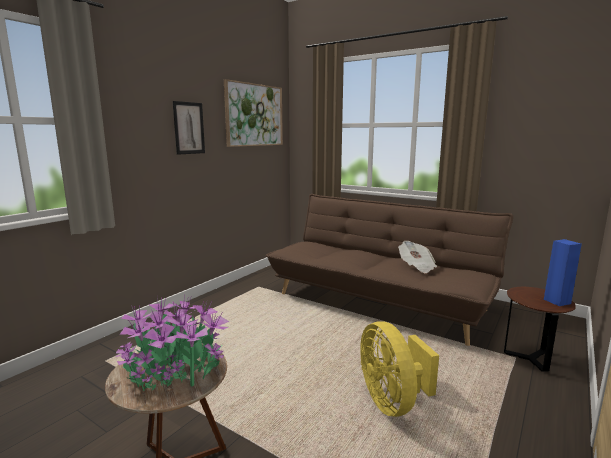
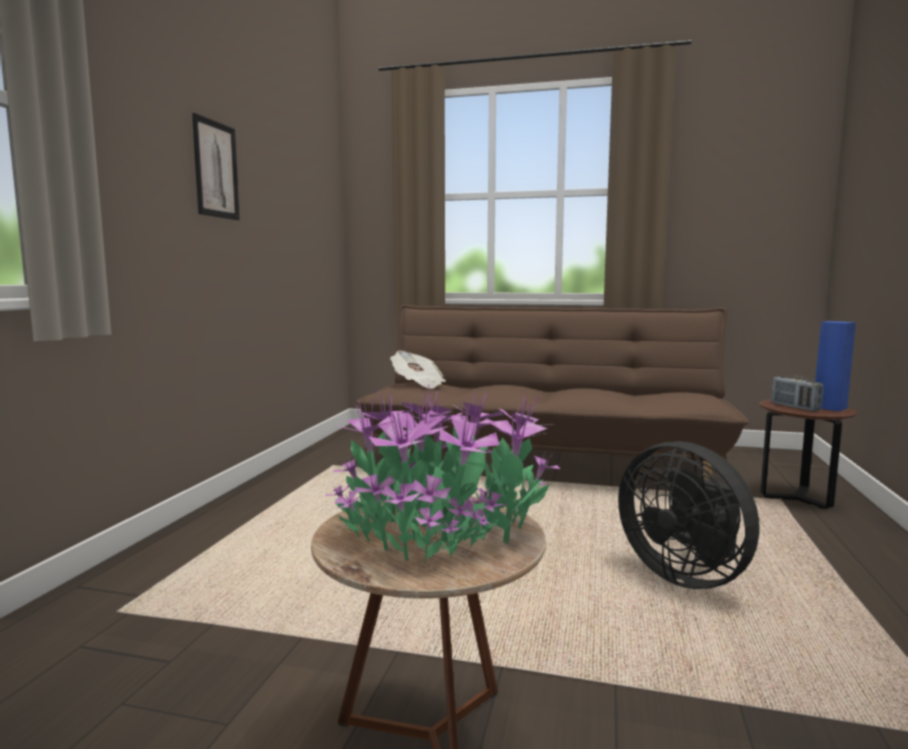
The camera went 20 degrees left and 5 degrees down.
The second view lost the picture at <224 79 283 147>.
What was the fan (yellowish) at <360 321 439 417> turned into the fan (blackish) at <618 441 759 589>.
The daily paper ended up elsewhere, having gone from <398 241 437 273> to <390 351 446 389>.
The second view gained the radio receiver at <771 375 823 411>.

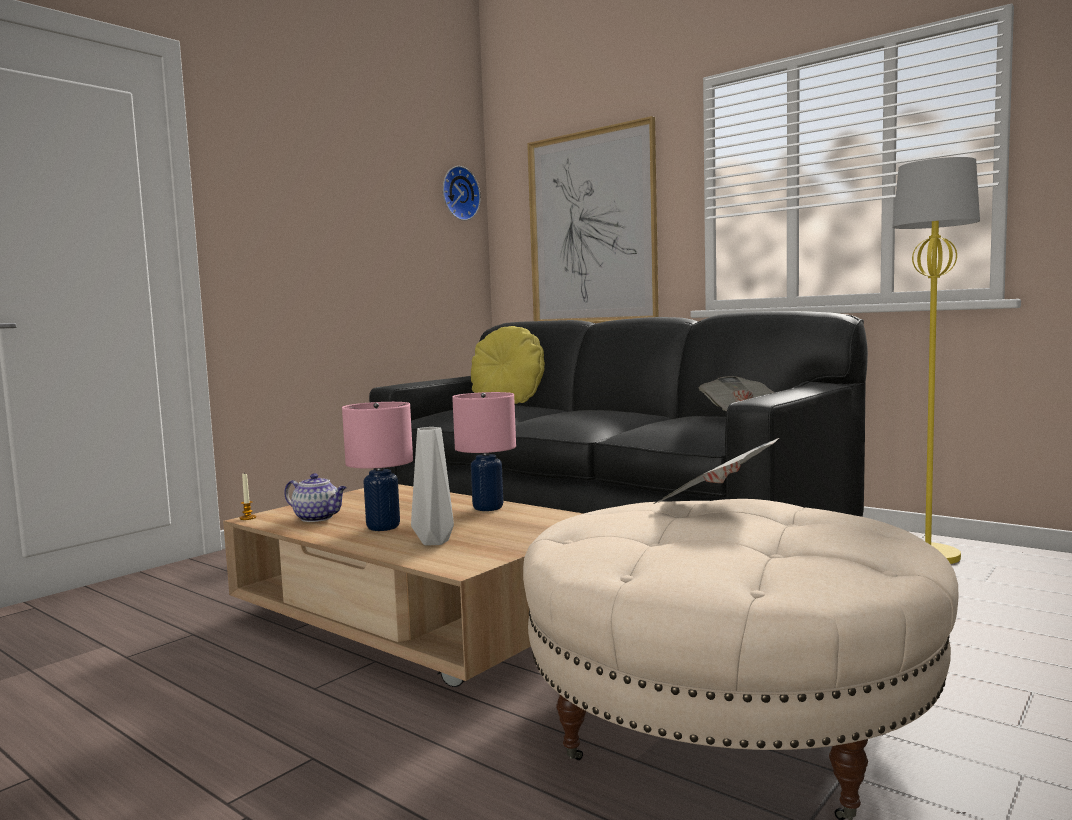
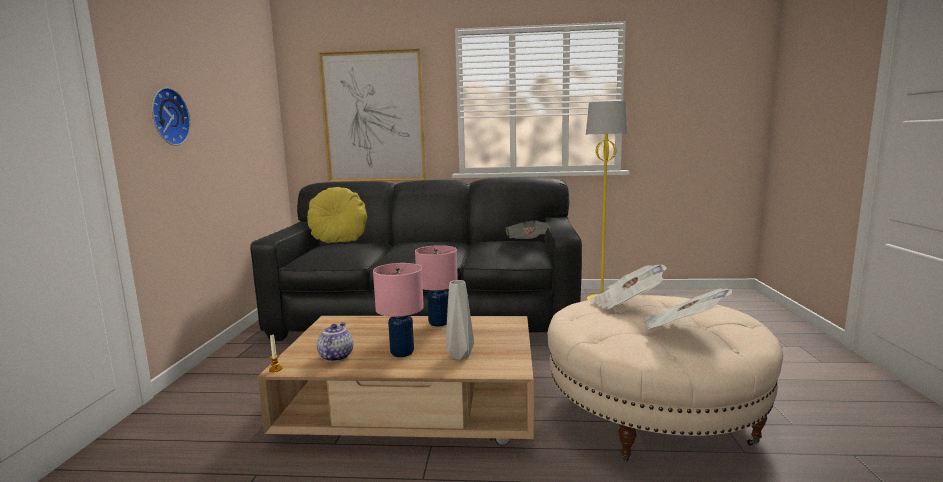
The camera went 35 degrees left and 5 degrees up.
The tea pot at <284 473 347 522> ended up facing another way, 75 degrees counterclockwise from before.
The wall clock ended up elsewhere, having gone from <443 166 481 221> to <152 87 191 146>.
The second view gained the daily paper at <644 288 732 330>.

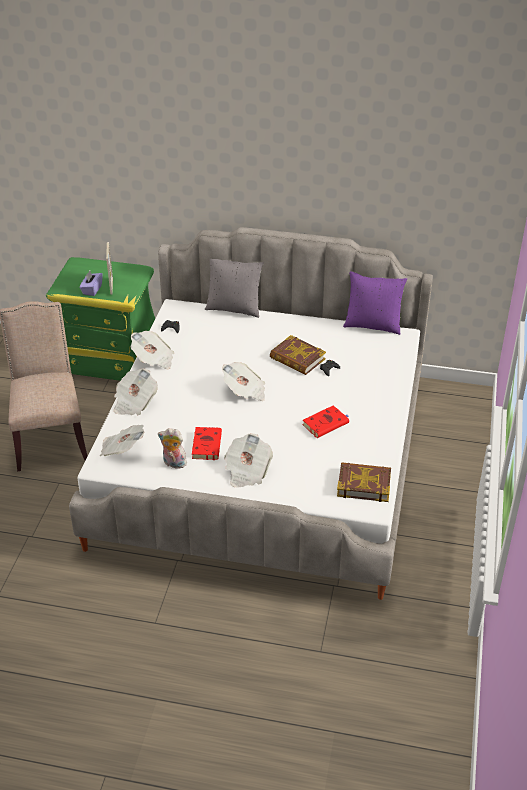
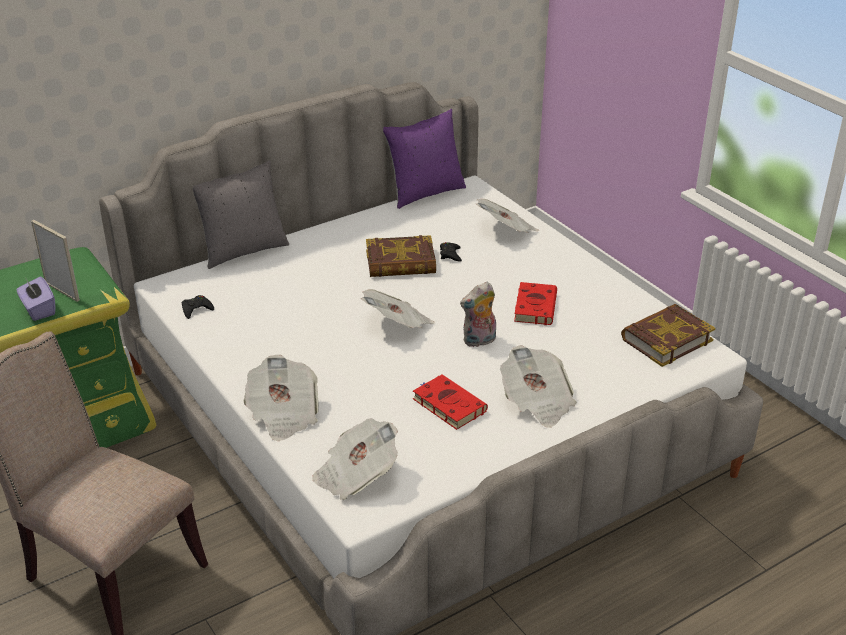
The camera went 45 degrees left and 5 degrees down.
The daily paper ended up elsewhere, having gone from <130 331 174 369> to <476 199 539 233>.
The cuddly toy ended up elsewhere, having gone from <158 428 187 469> to <460 282 496 347>.

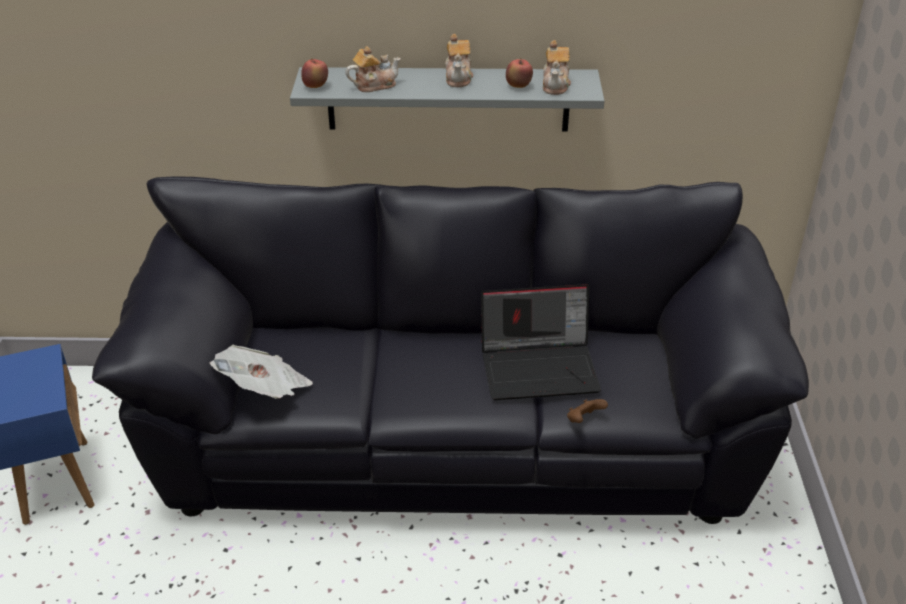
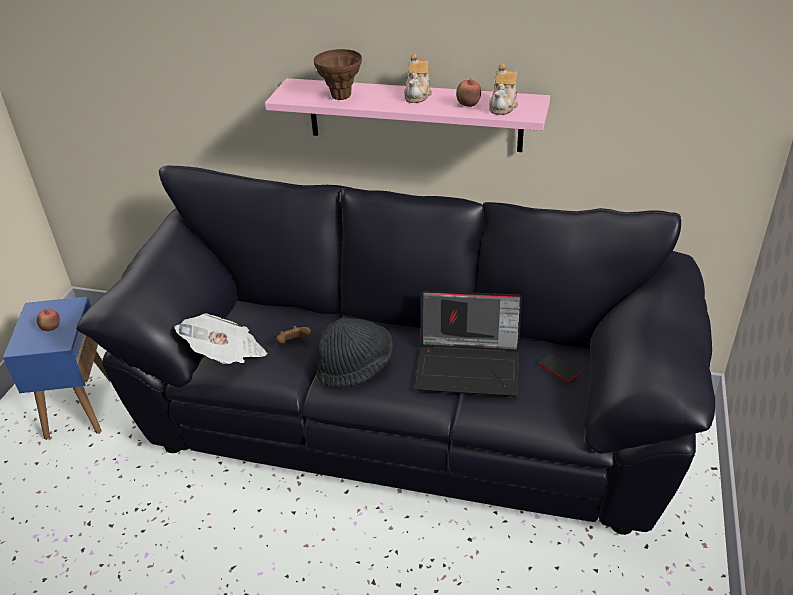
The camera went 15 degrees right and 0 degrees up.
What was the wall shelf (grey) at <290 67 605 132> turned into the wall shelf (pinkish) at <265 78 550 152>.
The whole apple ended up elsewhere, having gone from <301 58 328 88> to <37 309 60 331>.
Where the tea pot stood at <345 46 401 92>, the flower vase (brown) came to stand at <314 49 362 100>.
The game controller (brown) ended up elsewhere, having gone from <567 399 608 423> to <276 326 311 344>.
The second view gained the hat (blackish) at <317 318 393 388>.
The second view gained the telephone at <539 354 580 383>.

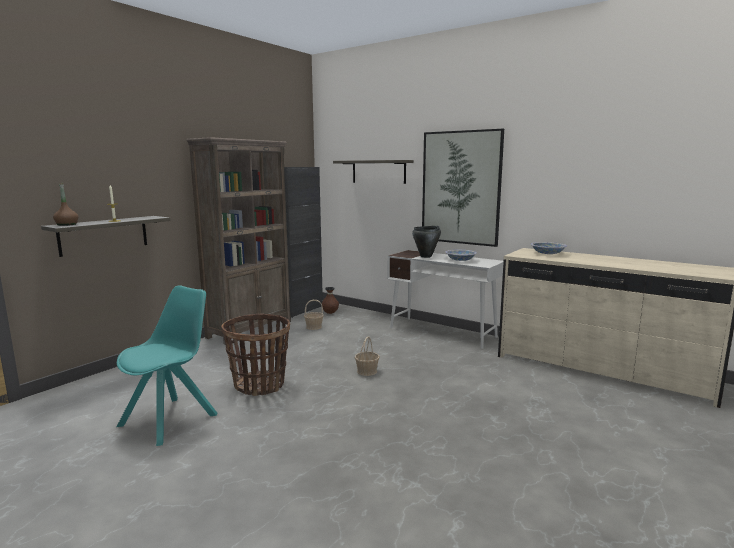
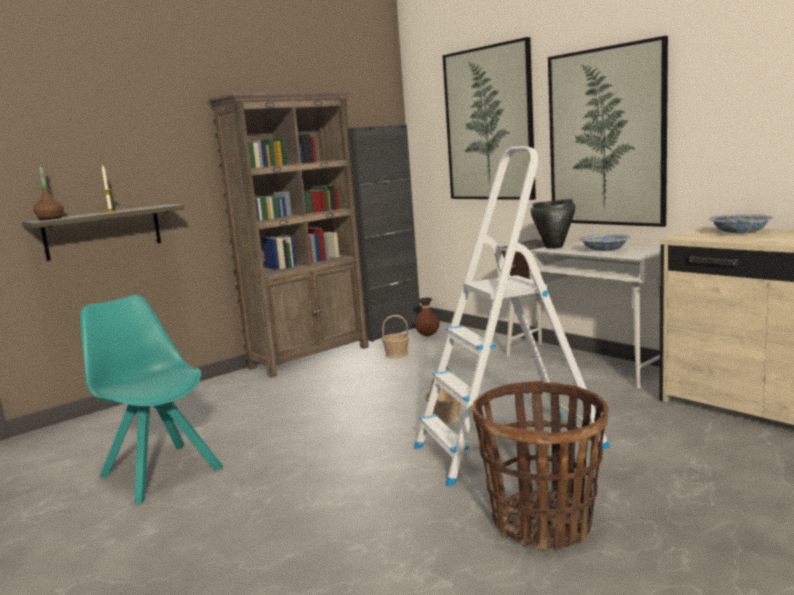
The camera went 15 degrees right and 0 degrees up.
The plain chair (blue-green) at <117 285 217 446> ended up facing another way, 90 degrees counterclockwise from before.
The basket ended up elsewhere, having gone from <221 313 290 396> to <472 381 608 550>.
Where the wall shelf hung at <333 160 414 184>, the picture came to hang at <443 37 536 200>.
The second view gained the stepladder (white) at <414 146 610 486>.

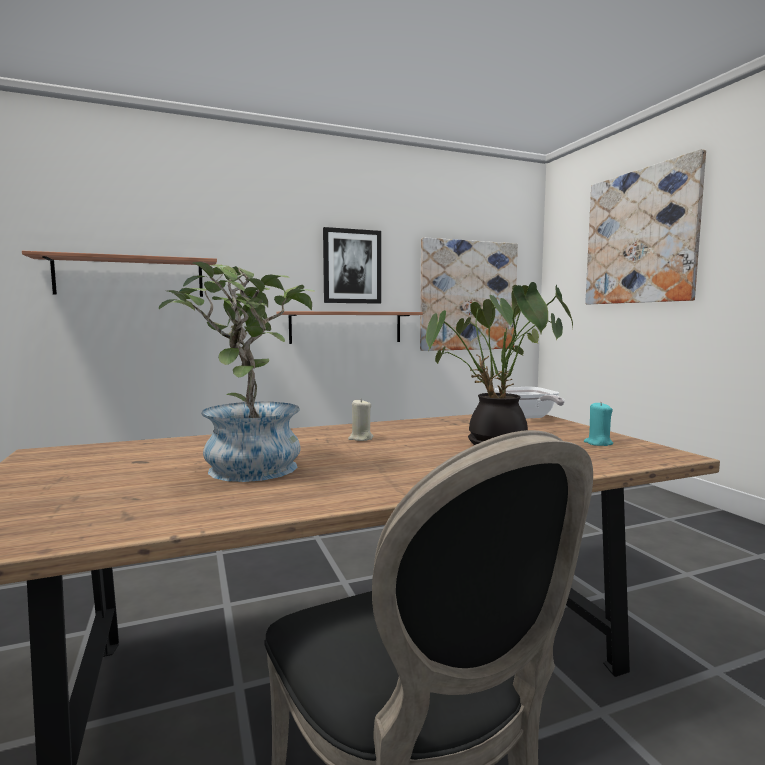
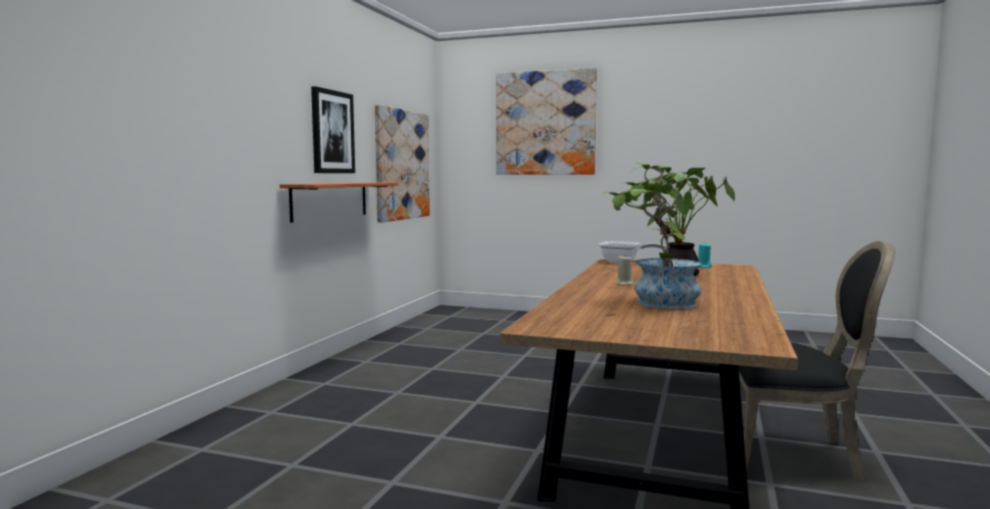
The camera went 50 degrees left and 0 degrees up.
The second view lost the wall shelf at <22 251 217 297>.

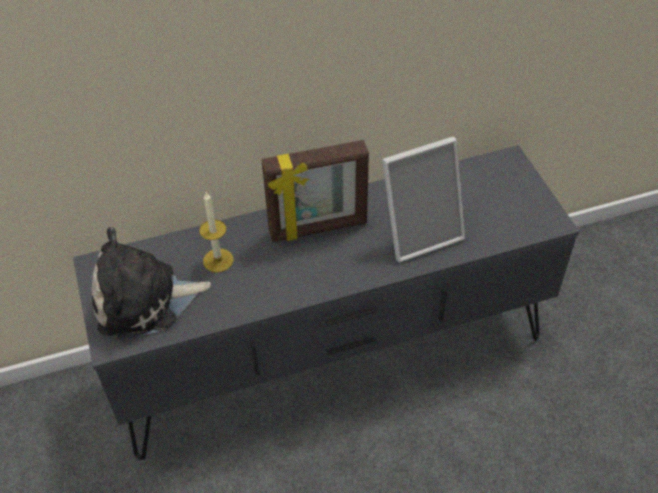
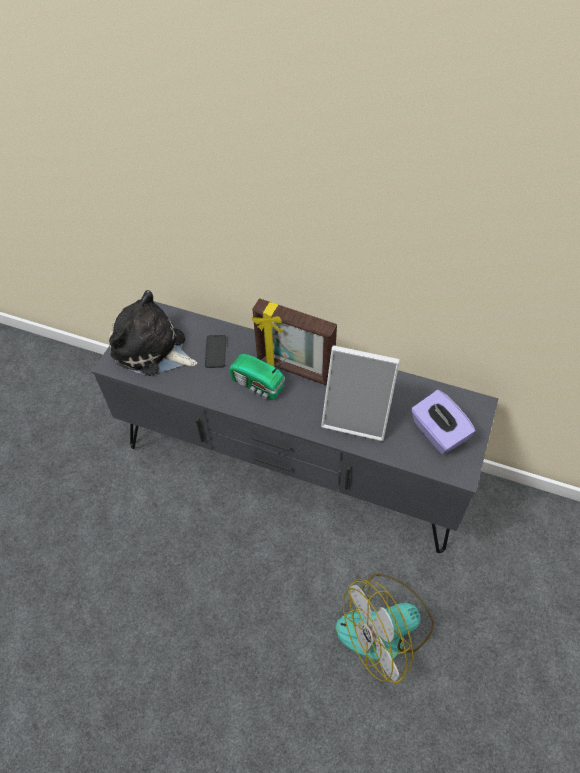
The camera went 40 degrees right and 5 degrees up.
Where the wax light stood at <199 192 233 272>, the telephone came to stand at <205 335 226 368>.
The second view gained the radio receiver at <229 354 287 400>.
The second view gained the fan at <336 573 434 683>.
The second view gained the box of tissues (purple-coloured) at <411 390 476 455>.

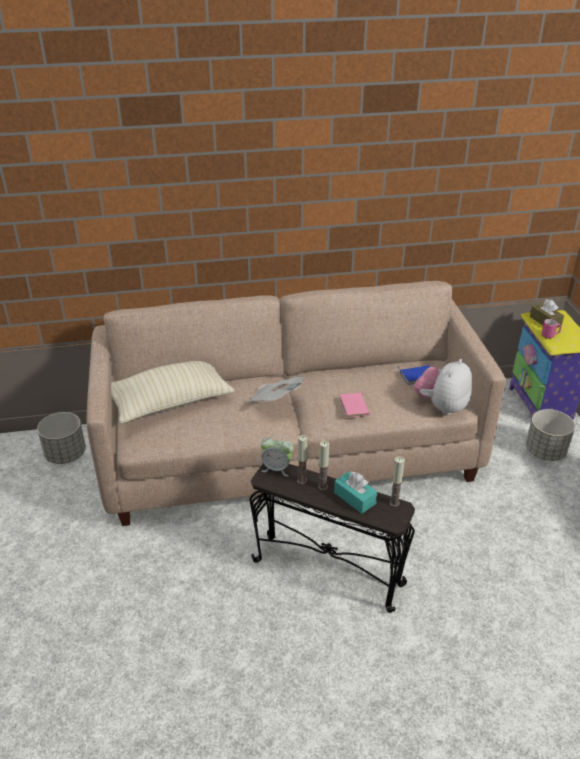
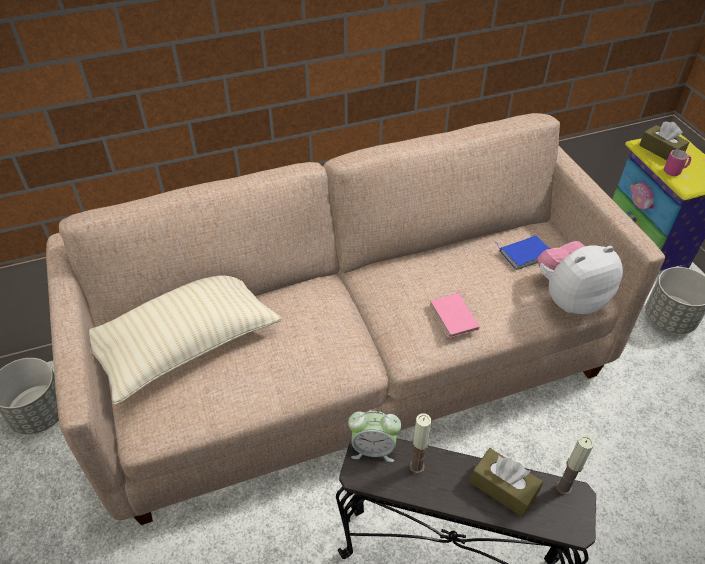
The camera went 10 degrees left and 10 degrees up.
The second view lost the daily paper at <248 376 305 402>.
The second view lost the wax light at <318 441 329 490>.
What was the box of tissues (blue-green) at <334 471 377 514> turned into the box of tissues (brown) at <470 448 543 517>.
The cuddly toy at <414 359 472 415> ended up facing another way, 45 degrees clockwise from before.

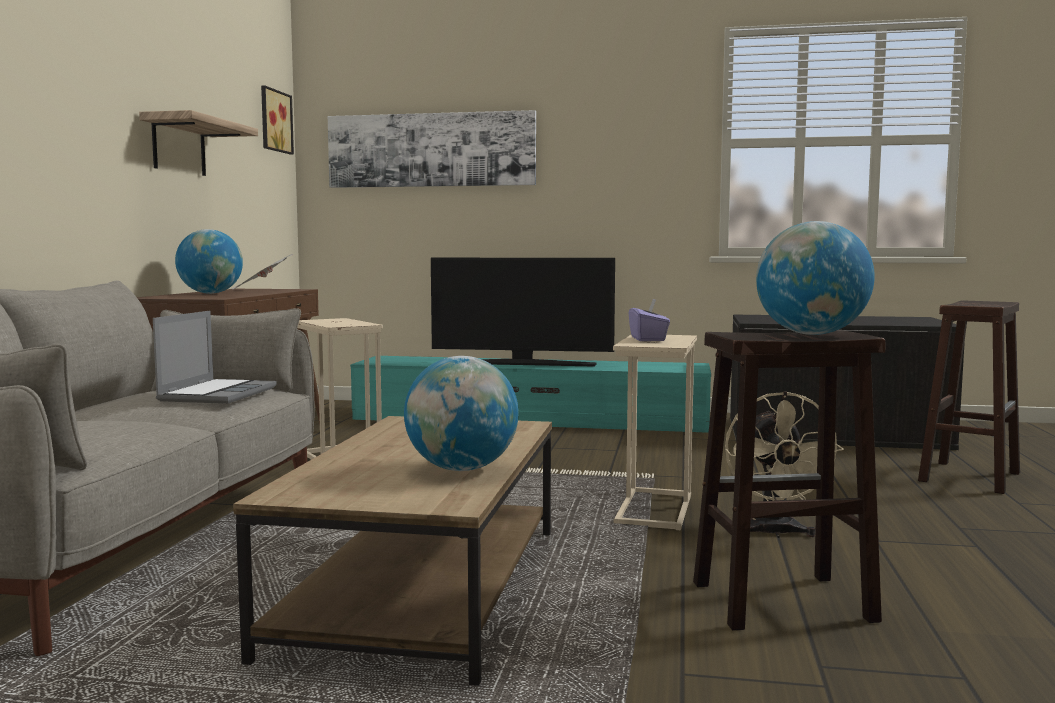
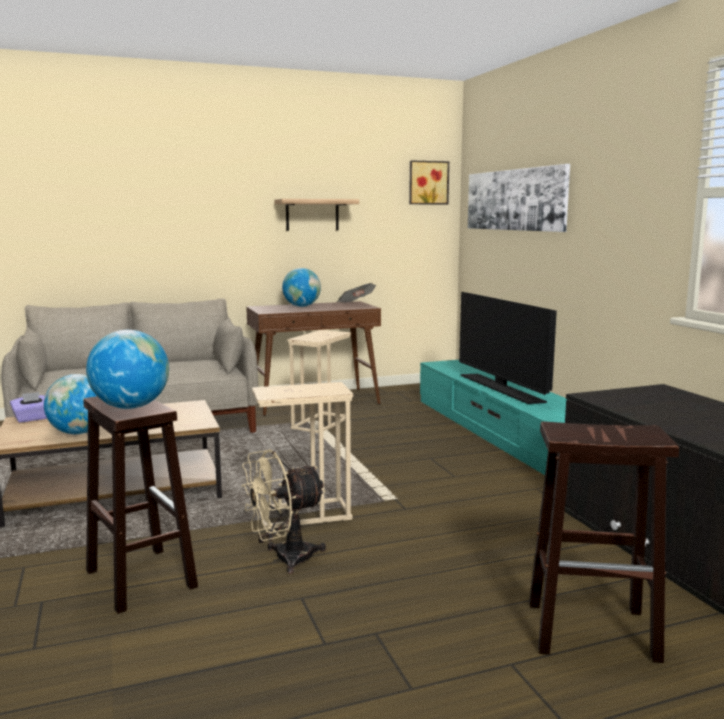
The camera went 60 degrees right and 5 degrees up.
The second view lost the laptop at <153 311 276 404>.
The box of tissues (purple-coloured) ended up elsewhere, having gone from <629 299 670 341> to <10 392 47 423>.

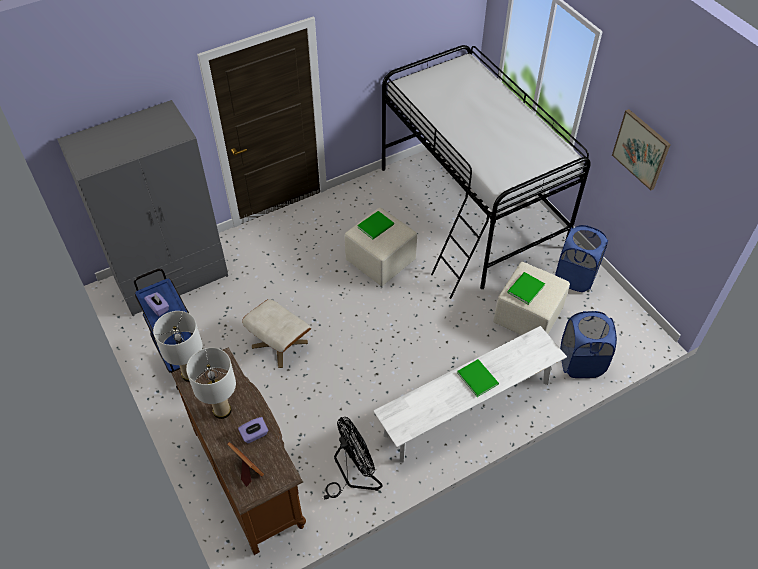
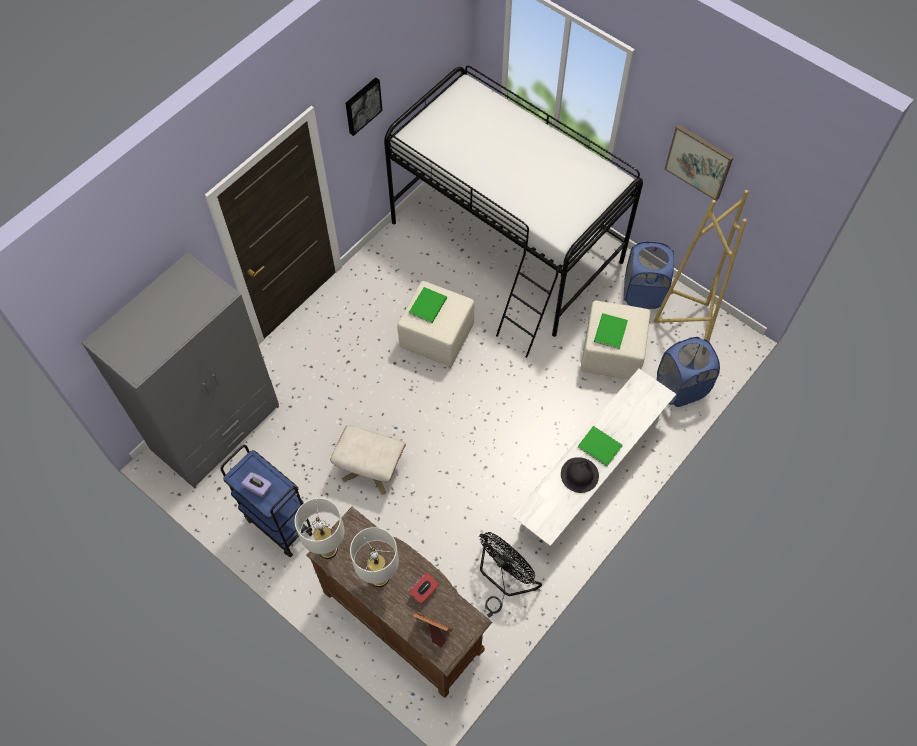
The camera went 20 degrees left and 10 degrees up.
What was the box of tissues (purple-coloured) at <238 417 268 444> turned into the box of tissues (red-coloured) at <409 573 439 604>.
The second view gained the picture at <346 77 382 136>.
The second view gained the hat (blackish) at <561 457 599 493>.
The second view gained the garment rack (yellowish) at <654 190 748 341>.

